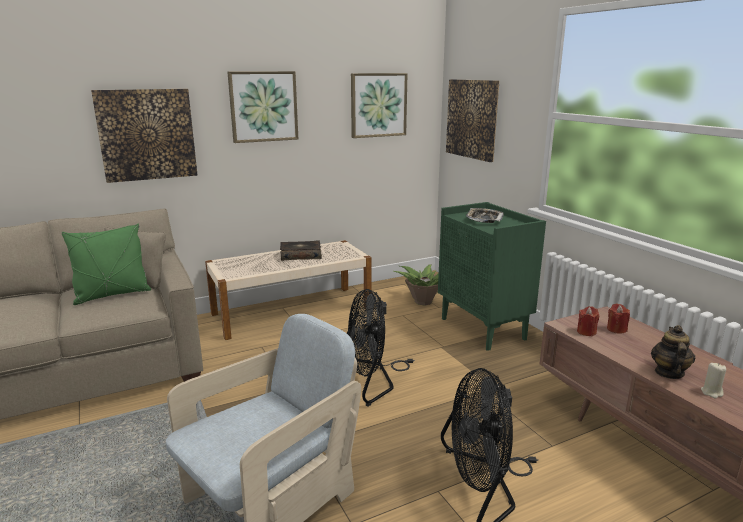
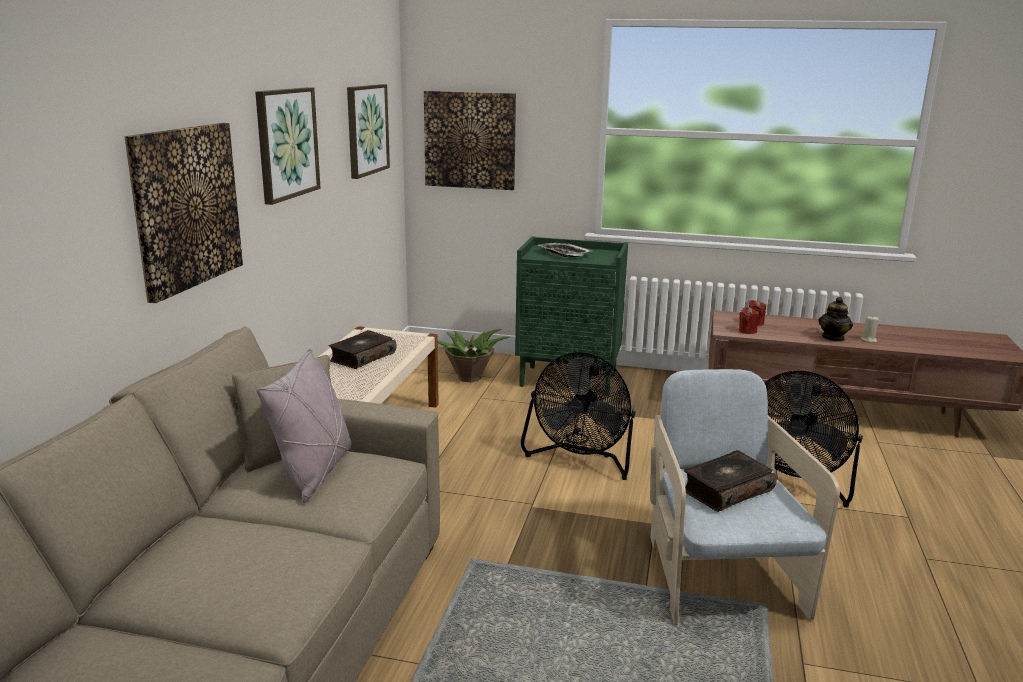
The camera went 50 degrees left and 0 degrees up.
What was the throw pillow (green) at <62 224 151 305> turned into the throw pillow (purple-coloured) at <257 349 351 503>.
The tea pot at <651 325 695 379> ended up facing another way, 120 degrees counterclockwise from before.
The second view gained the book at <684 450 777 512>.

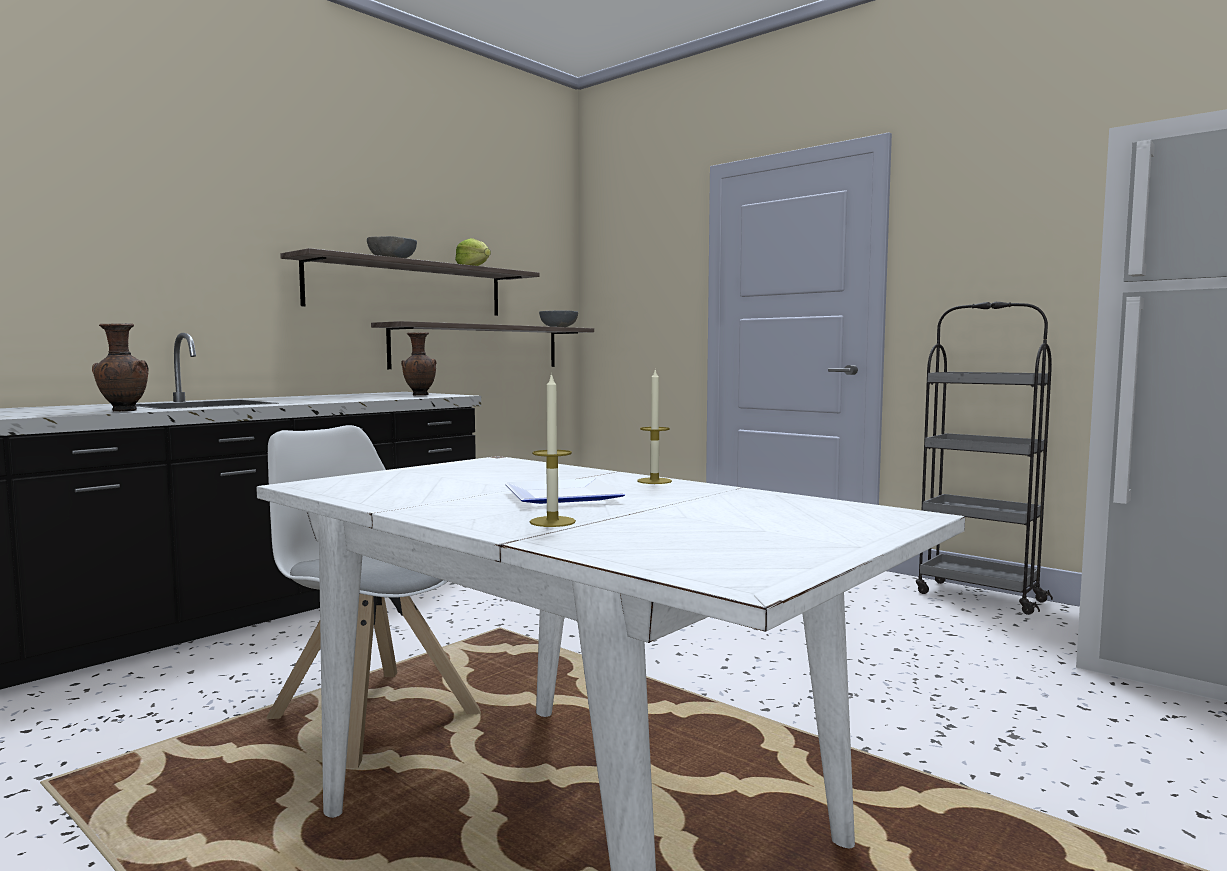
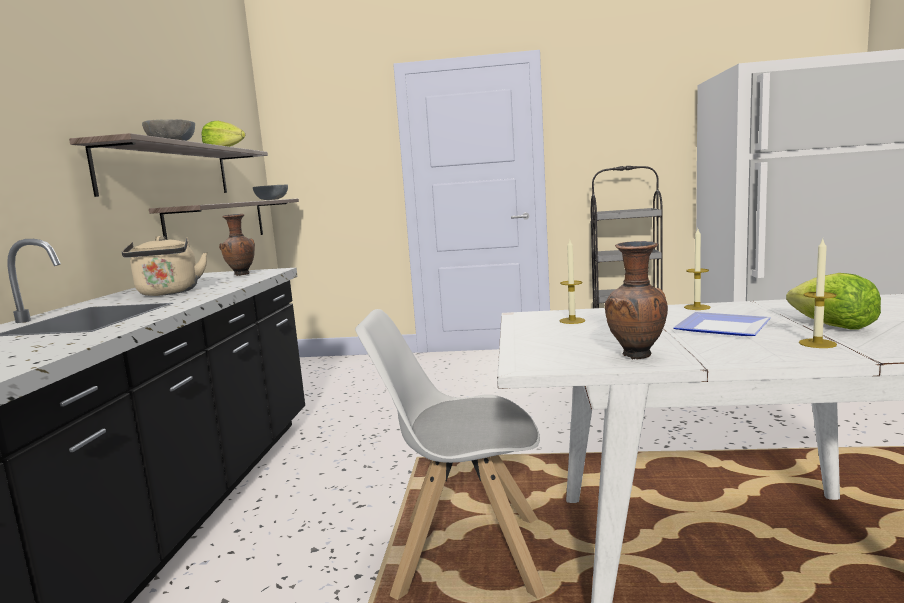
The camera went 35 degrees left and 5 degrees up.
The flower vase (brown) ended up elsewhere, having gone from <92 323 149 412> to <605 241 668 360>.
The second view gained the kettle (sand-coloured) at <122 236 208 296>.
The second view gained the wax light at <560 240 585 324>.
The second view gained the lettuce at <786 273 881 329>.

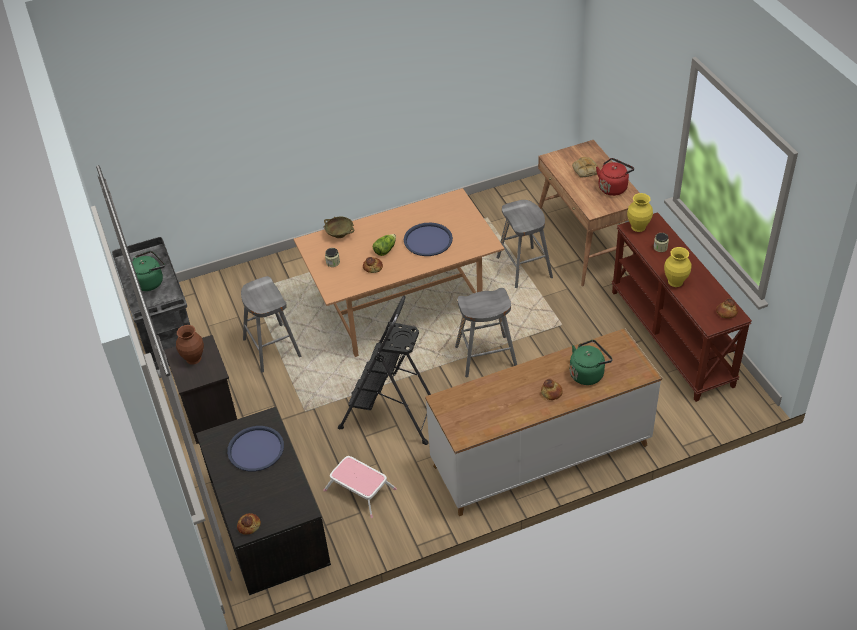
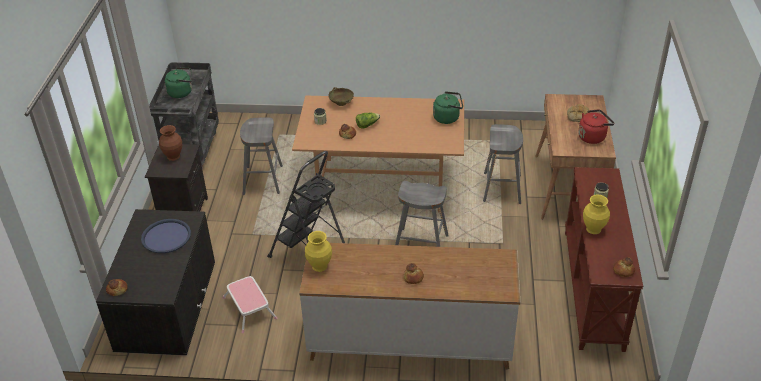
The camera went 25 degrees right and 5 degrees down.
The second view lost the carrying tray (bluish) at <404 223 453 256>.
The kettle (green) ended up elsewhere, having gone from <570 340 612 385> to <433 91 463 124>.
The flower vase (yellowish) ended up elsewhere, having gone from <627 193 653 232> to <305 231 332 272>.

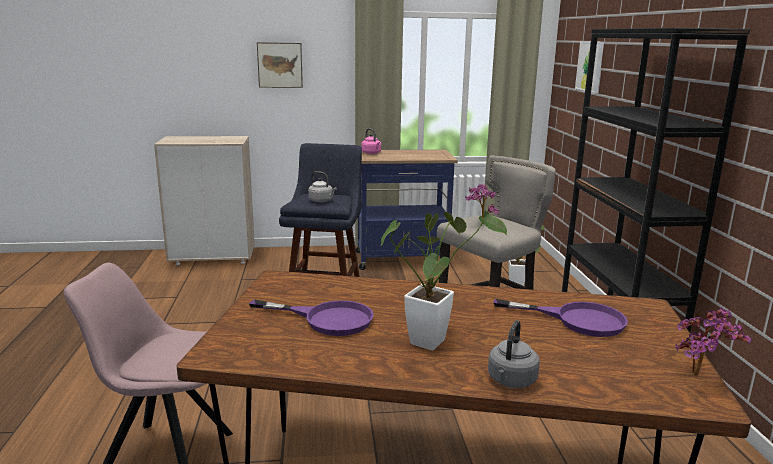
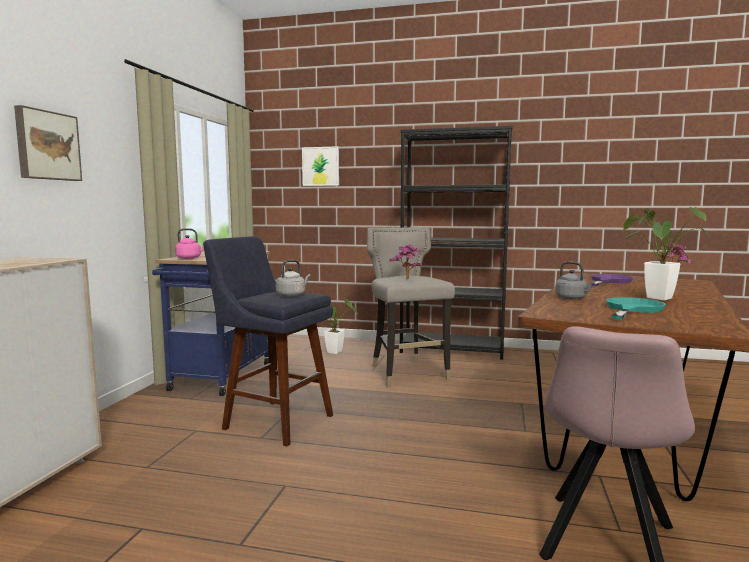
The camera went 70 degrees left and 10 degrees down.
What was the pan (purple-coloured) at <249 299 374 336> turned into the pan (blue-green) at <606 297 666 320>.
The kettle (grey) ended up elsewhere, having gone from <488 320 540 388> to <555 261 595 300>.

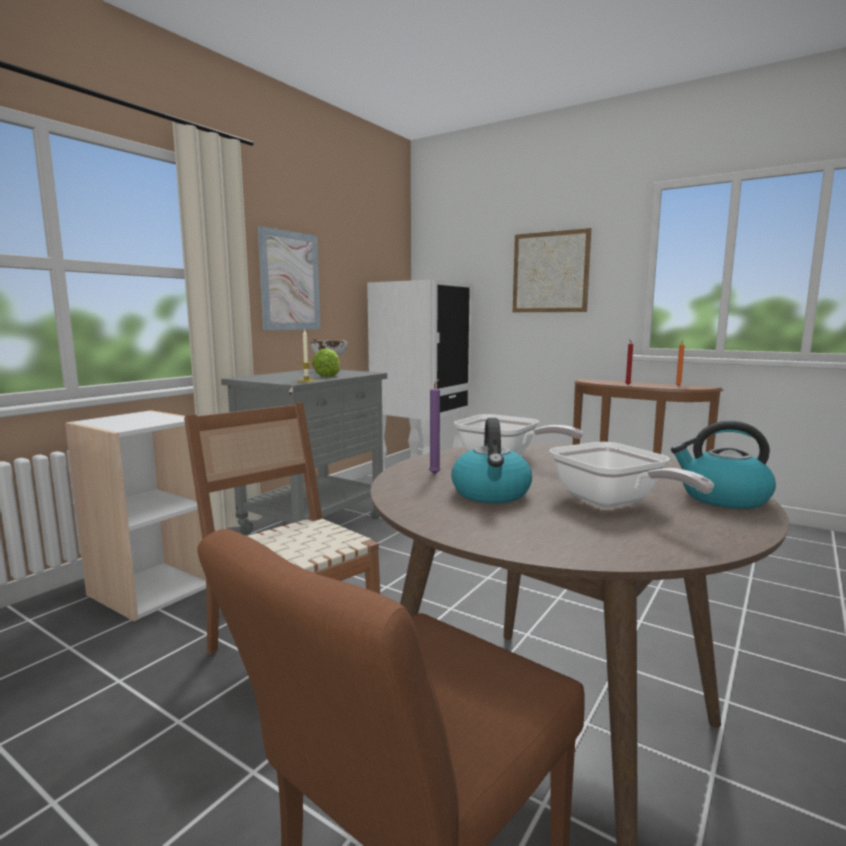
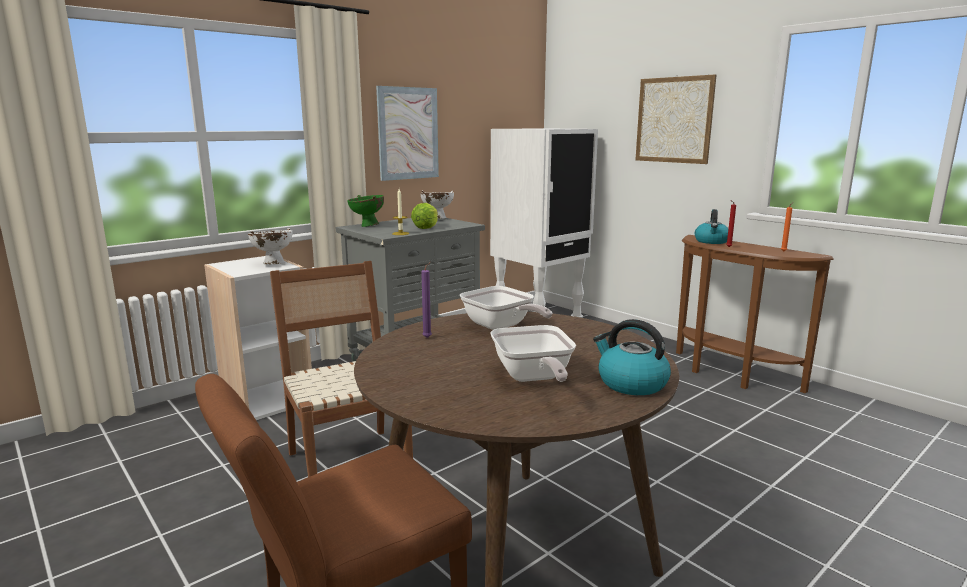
The camera went 15 degrees right and 5 degrees up.
The kettle ended up elsewhere, having gone from <451 418 532 503> to <695 209 729 244>.
The second view gained the deep dish (white) at <248 228 292 264>.
The second view gained the deep dish (green) at <347 195 384 227>.

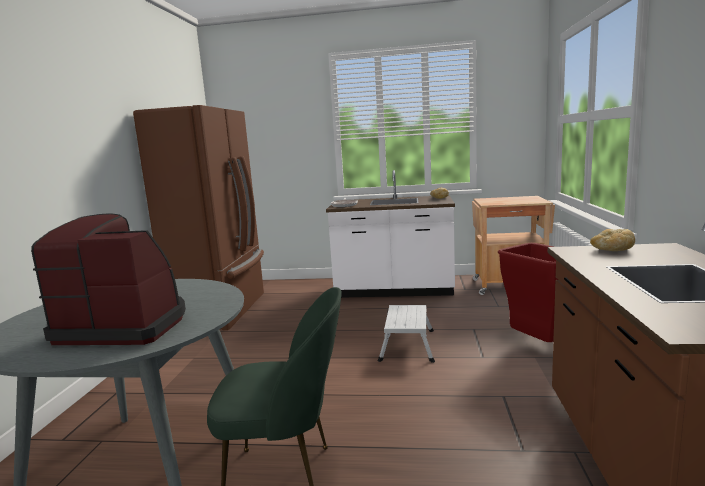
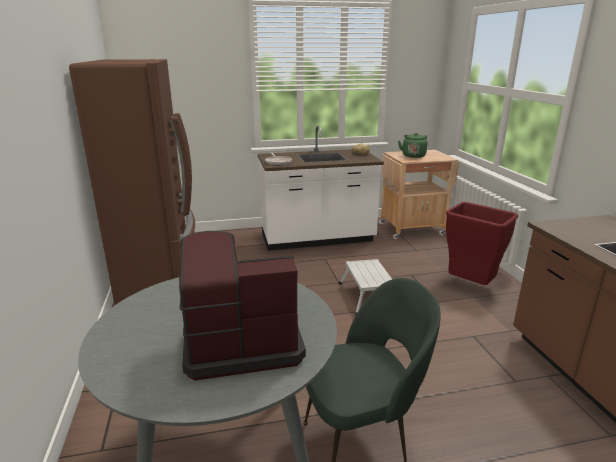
The camera went 20 degrees left and 10 degrees up.
The second view lost the bakery bread at <590 229 635 251>.
The second view gained the kettle (green) at <398 133 428 158>.

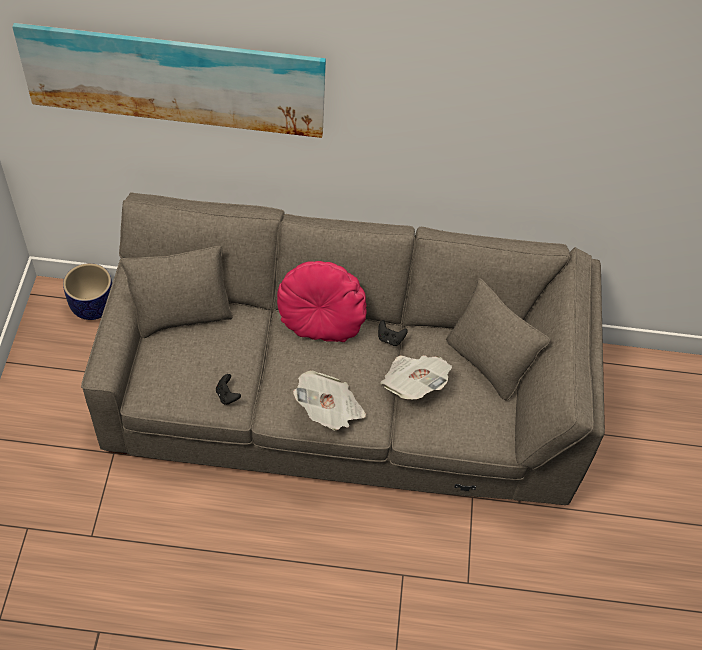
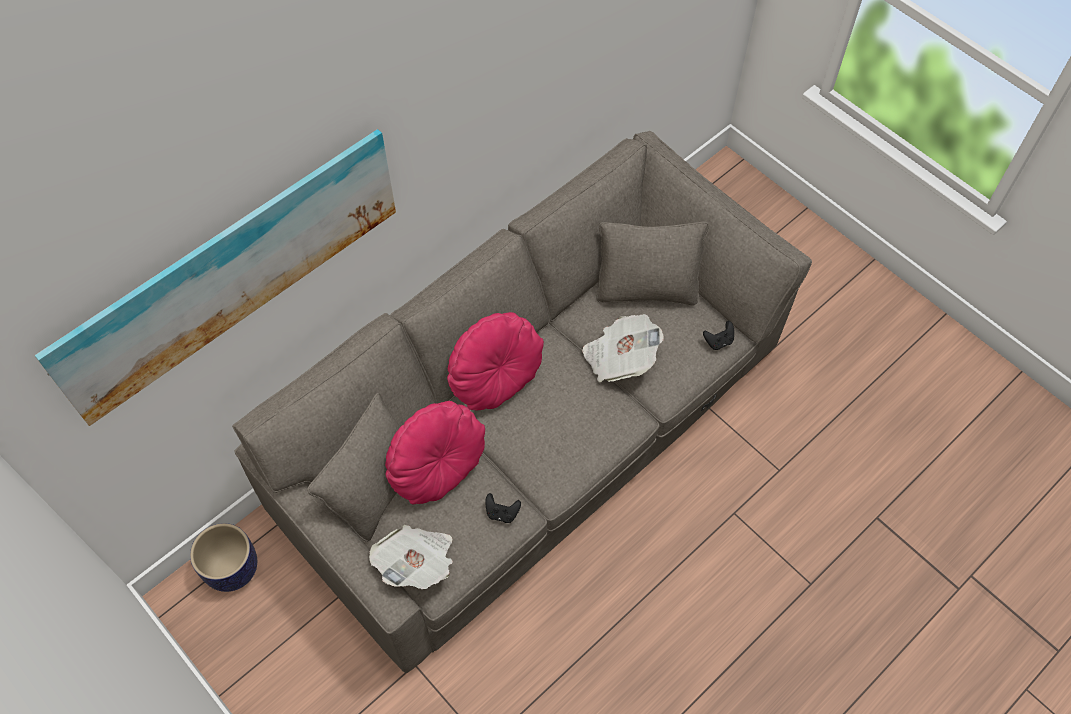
The camera went 45 degrees left and 5 degrees up.
The daily paper ended up elsewhere, having gone from <293 370 366 430> to <369 525 453 589>.
The game controller (blackish) ended up elsewhere, having gone from <378 320 408 346> to <703 321 734 350>.
The second view gained the throw pillow (pinkish) at <385 401 485 504>.

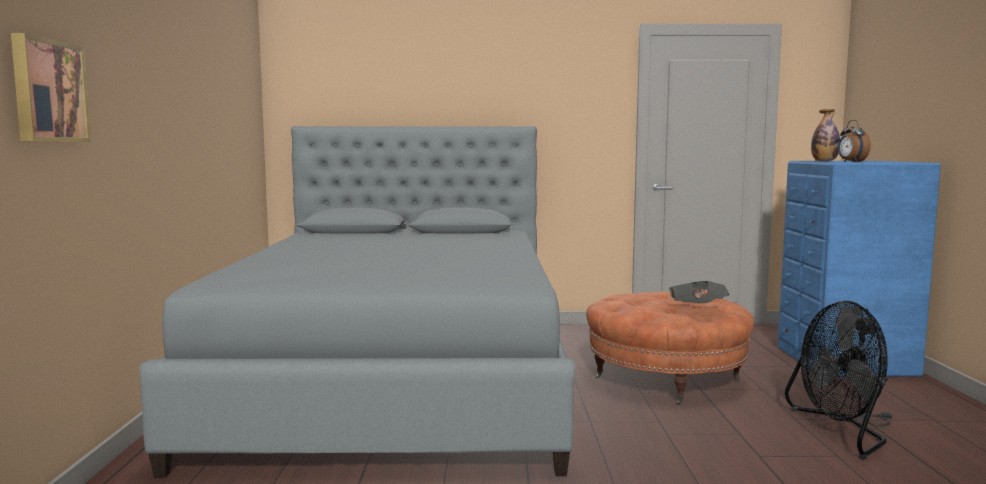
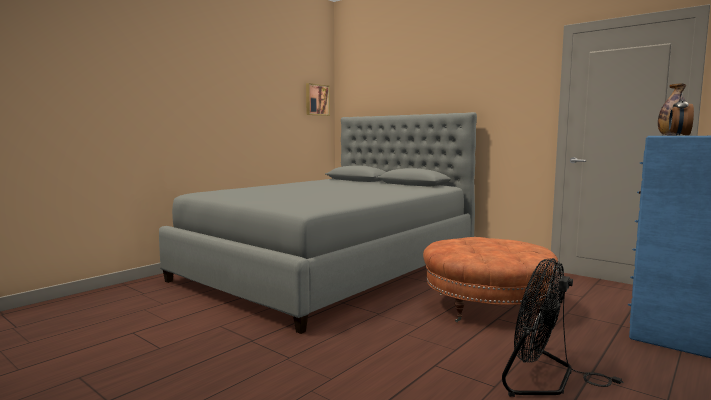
The camera went 40 degrees right and 0 degrees up.
The picture ended up elsewhere, having gone from <11 33 92 142> to <306 83 330 116>.
The second view lost the daily paper at <669 281 730 303>.

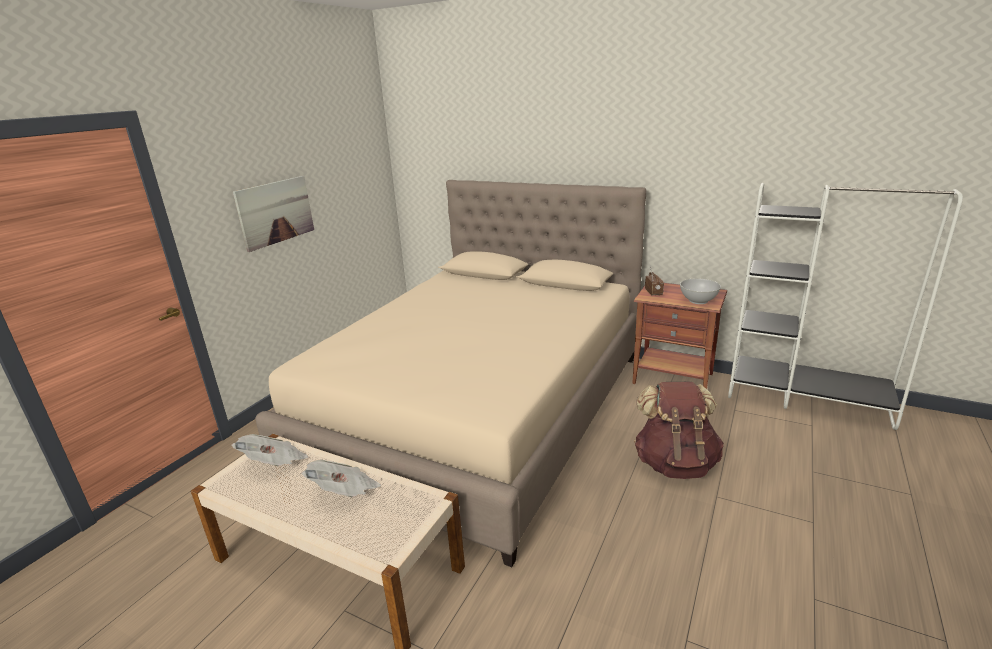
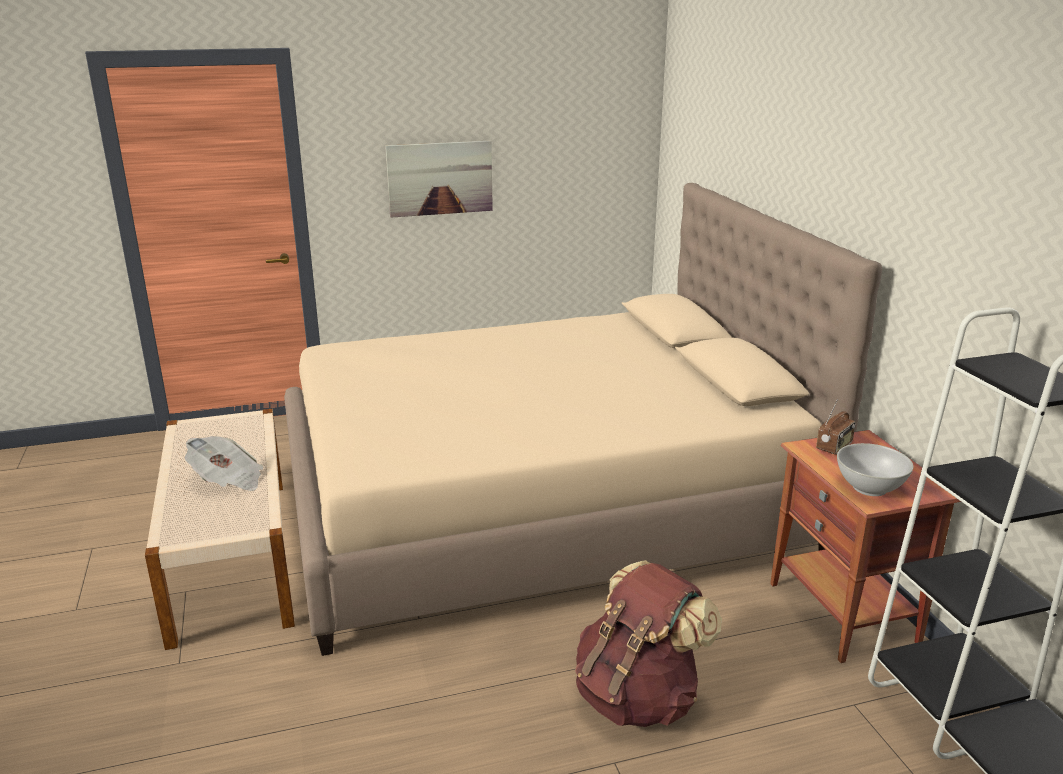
The camera went 45 degrees right and 0 degrees up.
The second view lost the daily paper at <231 434 309 466>.

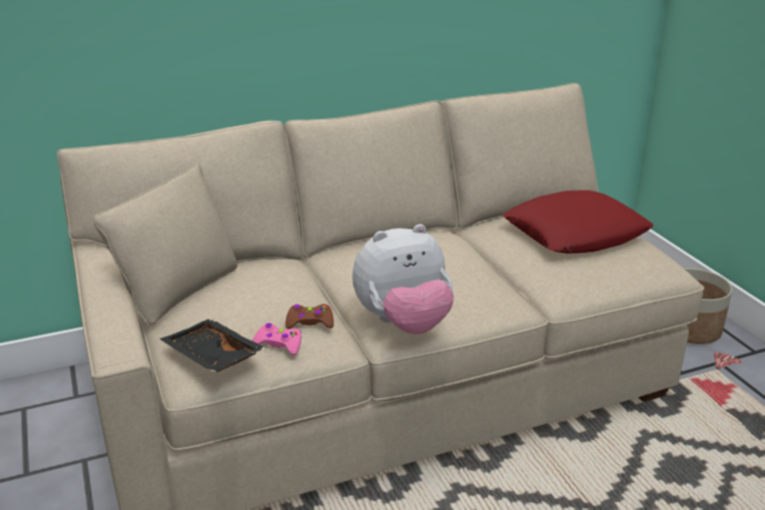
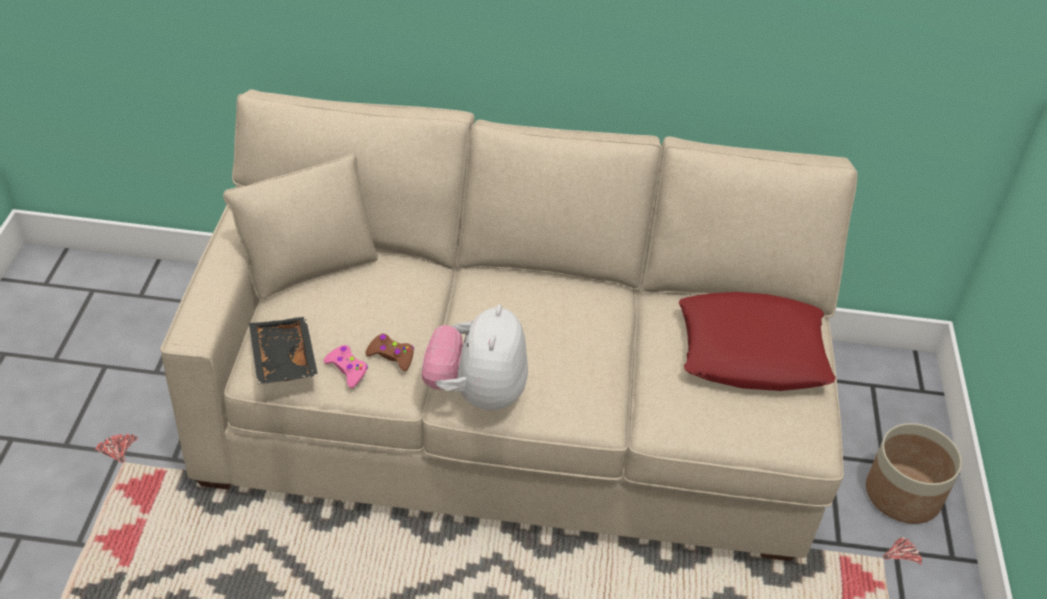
The camera went 25 degrees right and 15 degrees up.
The cuddly toy at <352 224 454 334> ended up facing another way, 90 degrees clockwise from before.

